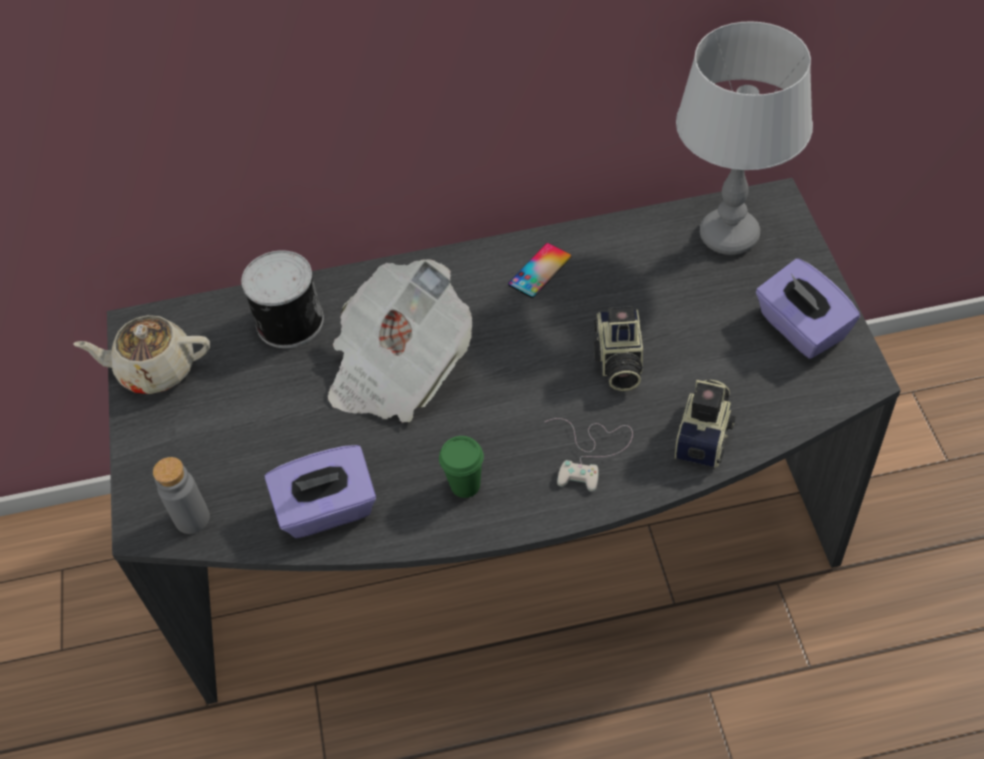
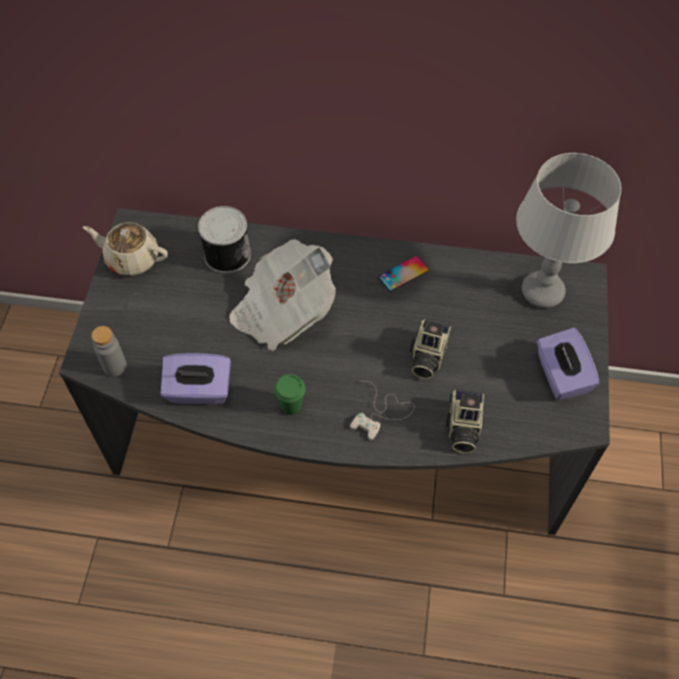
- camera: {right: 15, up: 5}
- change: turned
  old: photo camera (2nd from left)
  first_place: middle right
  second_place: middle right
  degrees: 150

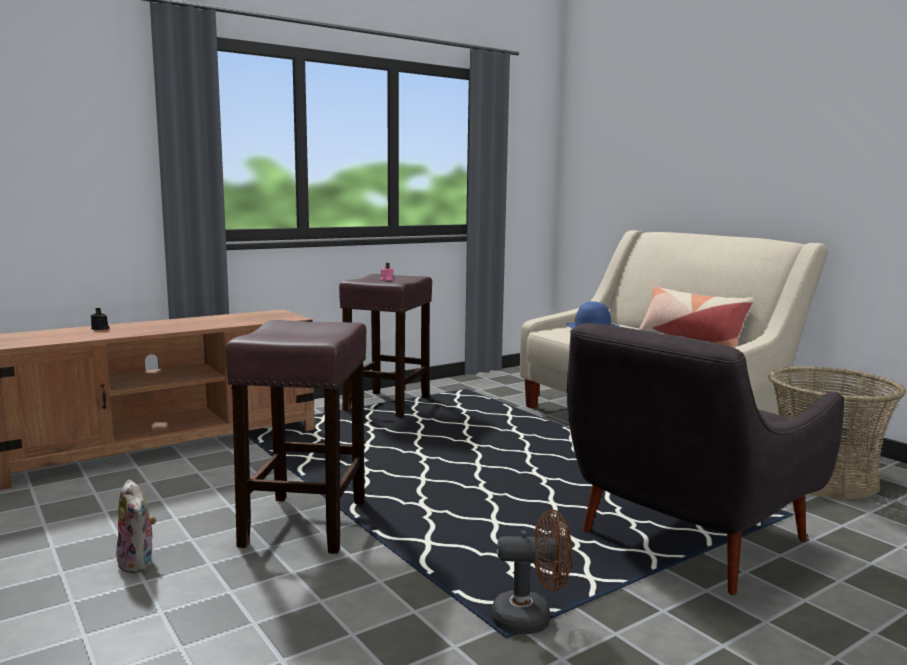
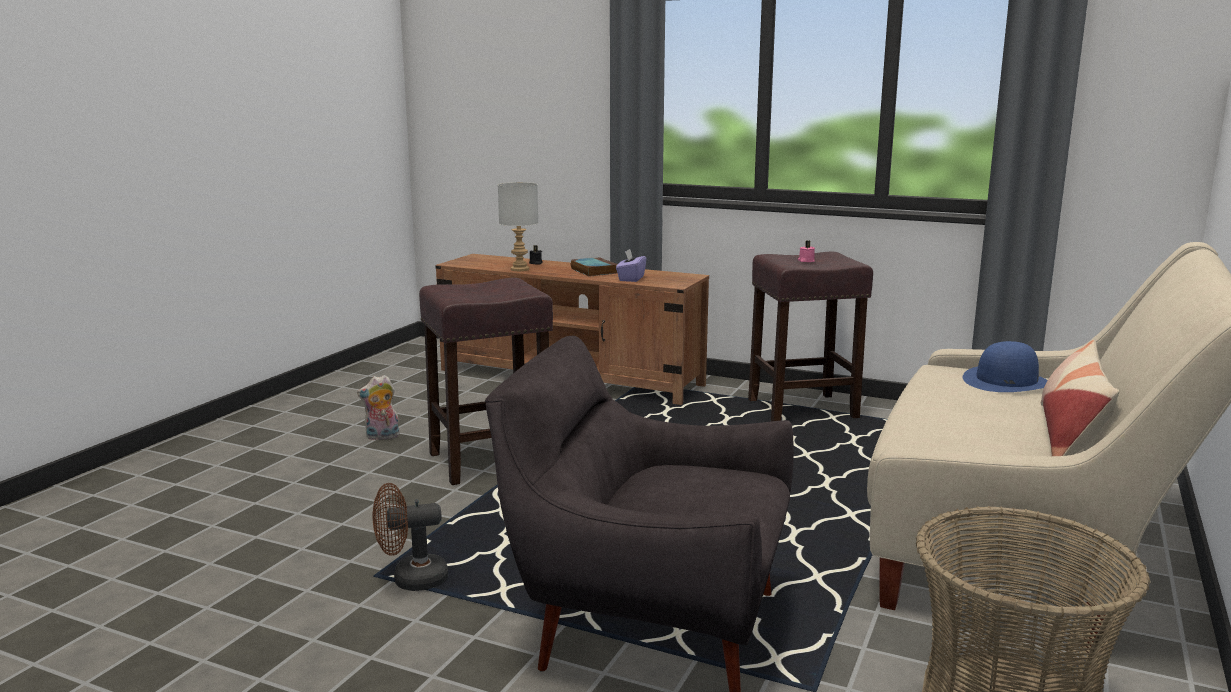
- camera: {right: 60, up: 5}
- change: turned
  old: plush toy
  first_place: bottom left
  second_place: middle left
  degrees: 45
- change: turned
  old: fan/brown
  first_place: bottom centre
  second_place: bottom left
  degrees: 105
- change: added
  new: table lamp/grey
  second_place: top centre
- change: added
  new: tissue box/purple
  second_place: centre
- change: added
  new: book
  second_place: centre

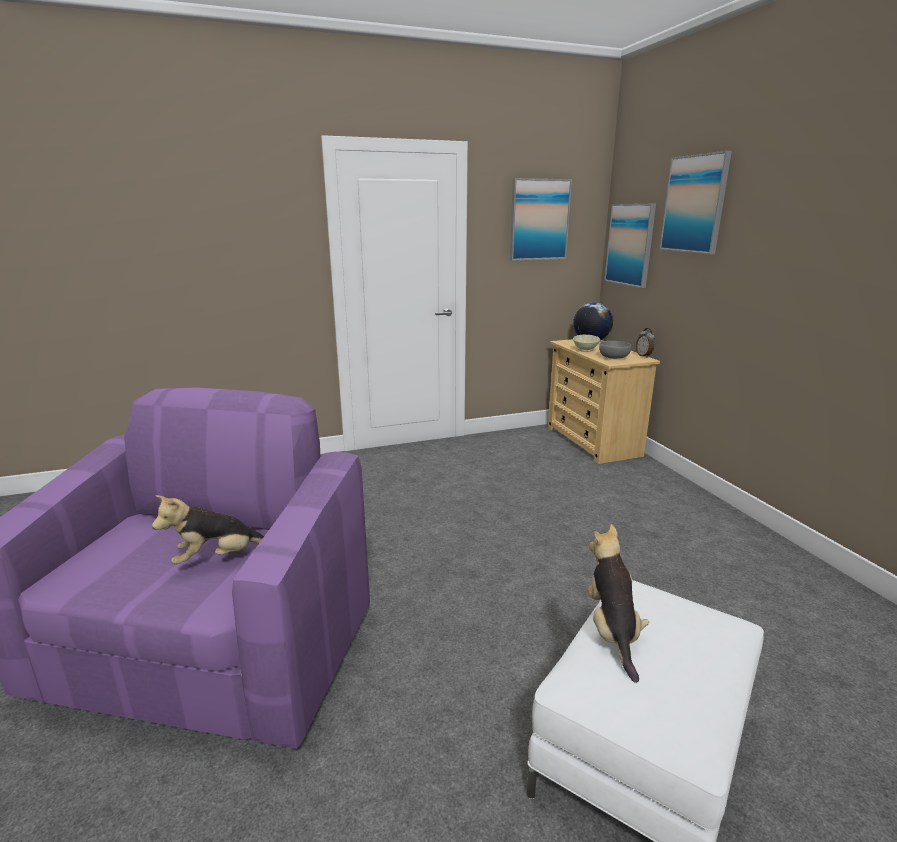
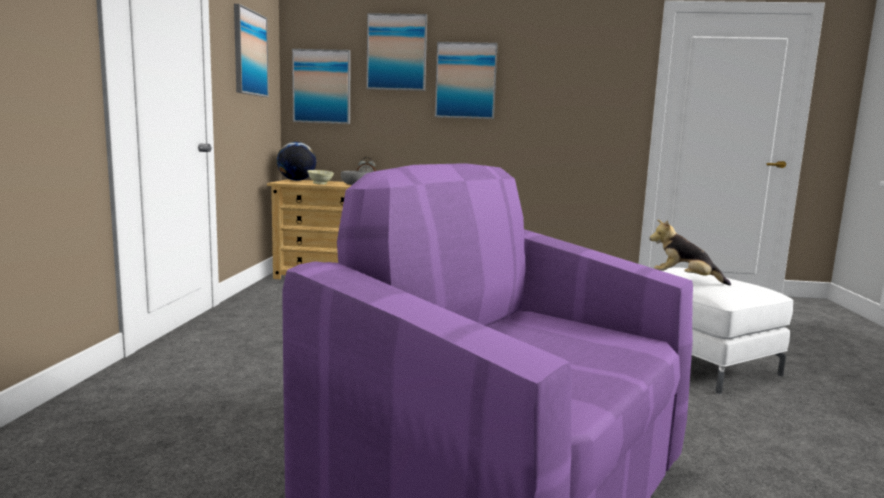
- camera: {right: -65, up: -10}
- change: removed
  old: plush toy (1st from left)
  first_place: middle left
- change: added
  new: picture (4th from left)
  second_place: top centre

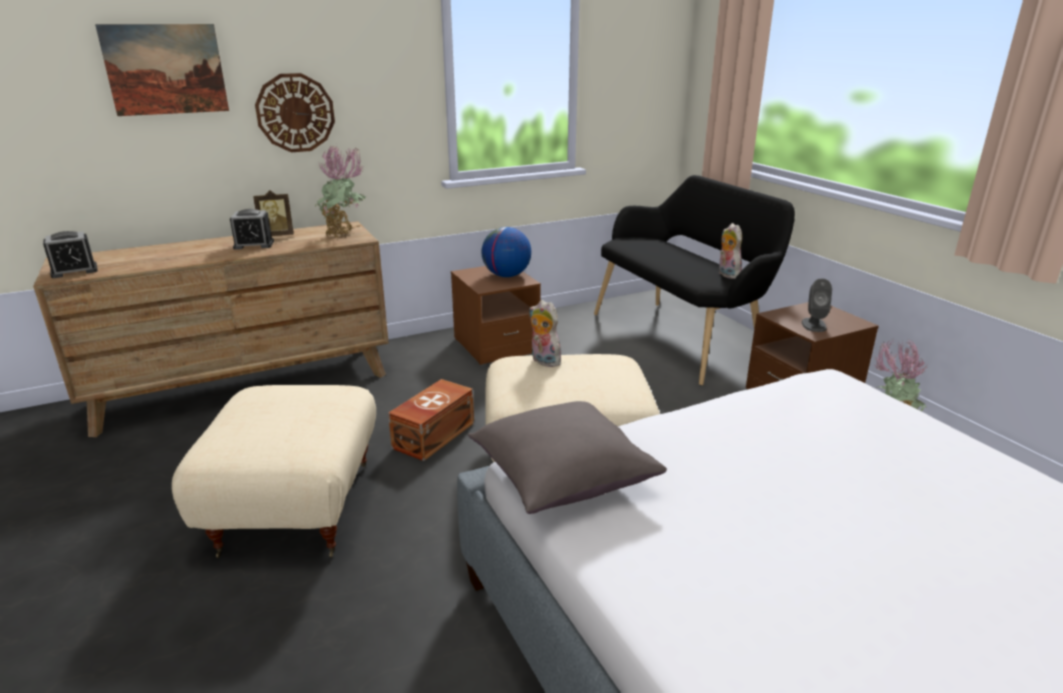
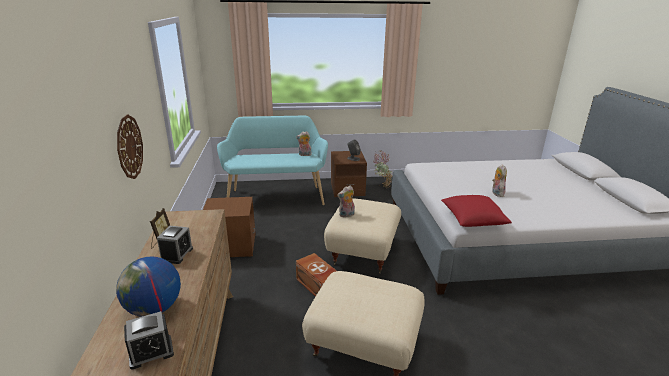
- camera: {right: -70, up: 0}
- change: removed
  old: picture
  first_place: top left
- change: removed
  old: potted plant (1st from left)
  first_place: top left
- change: recoloured
  old: bench/black
  new: bench/turquoise
  first_place: centre
  second_place: centre
- change: moved
  old: globe
  first_place: centre
  second_place: bottom left
- change: turned
  old: alarm clock (1st from left)
  first_place: middle left
  second_place: bottom left
  degrees: 75
- change: recoloured
  old: pillow/grey
  new: pillow/red
  first_place: centre
  second_place: middle right
- change: added
  new: plush toy (3rd from left)
  second_place: middle right

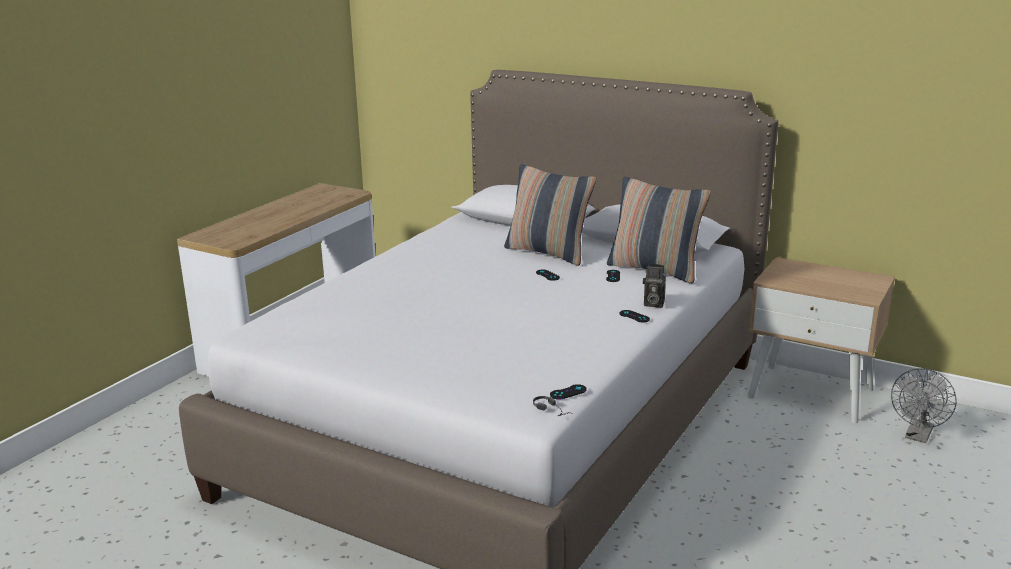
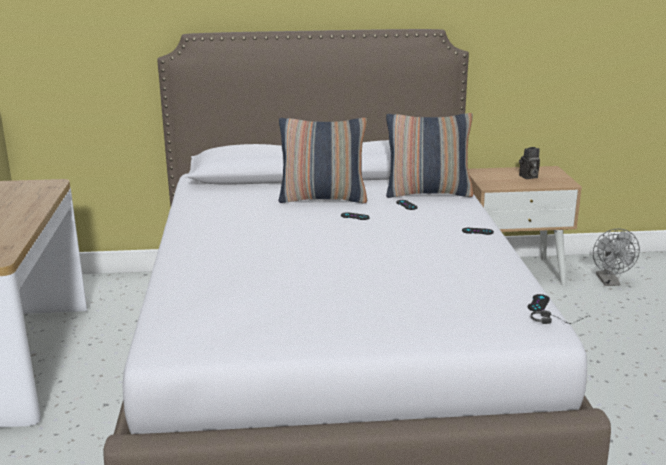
- camera: {right: -35, up: 0}
- change: moved
  old: photo camera
  first_place: centre
  second_place: middle right

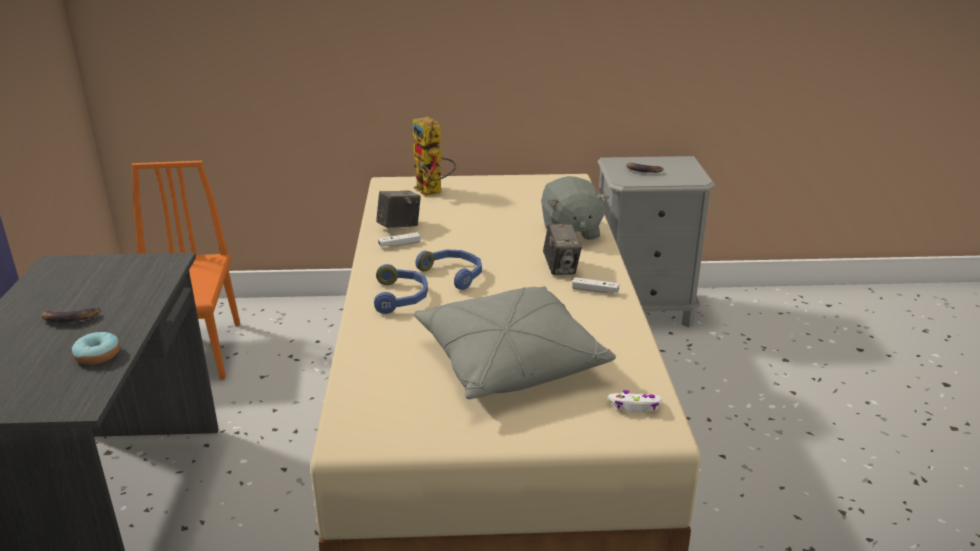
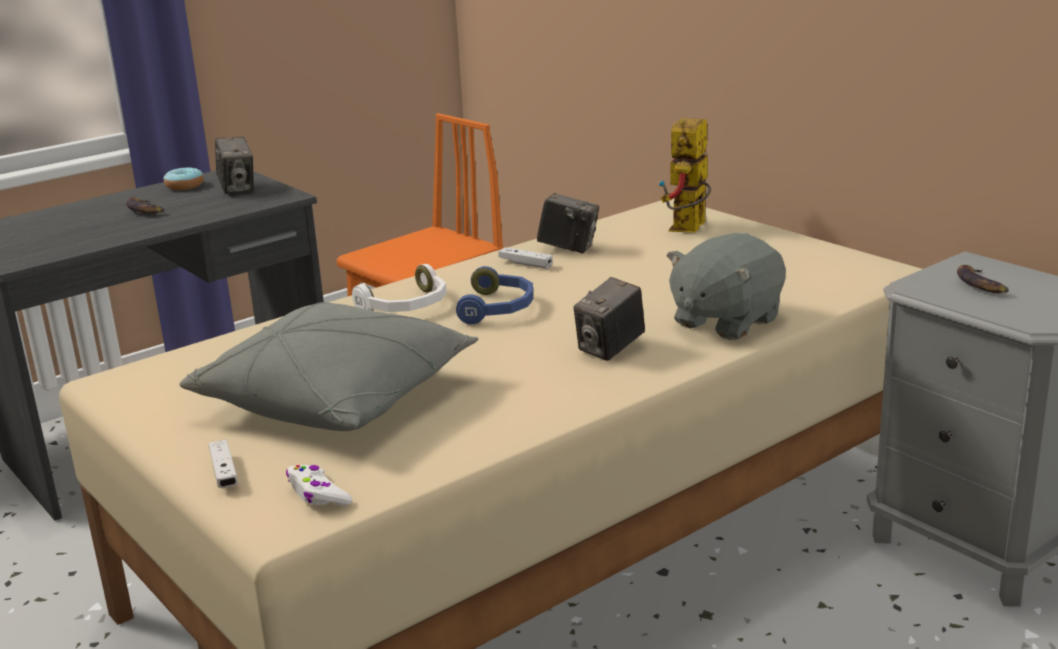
- camera: {right: 55, up: -5}
- change: recoloured
  old: headphones/blue (1st from left)
  new: headphones/white
  first_place: centre
  second_place: centre
- change: moved
  old: game controller/white (2nd from left in the first image)
  new: game controller/white (1st from left)
  first_place: centre
  second_place: bottom left
- change: moved
  old: donut
  first_place: middle left
  second_place: top left
- change: added
  new: photo camera (1st from left)
  second_place: top left

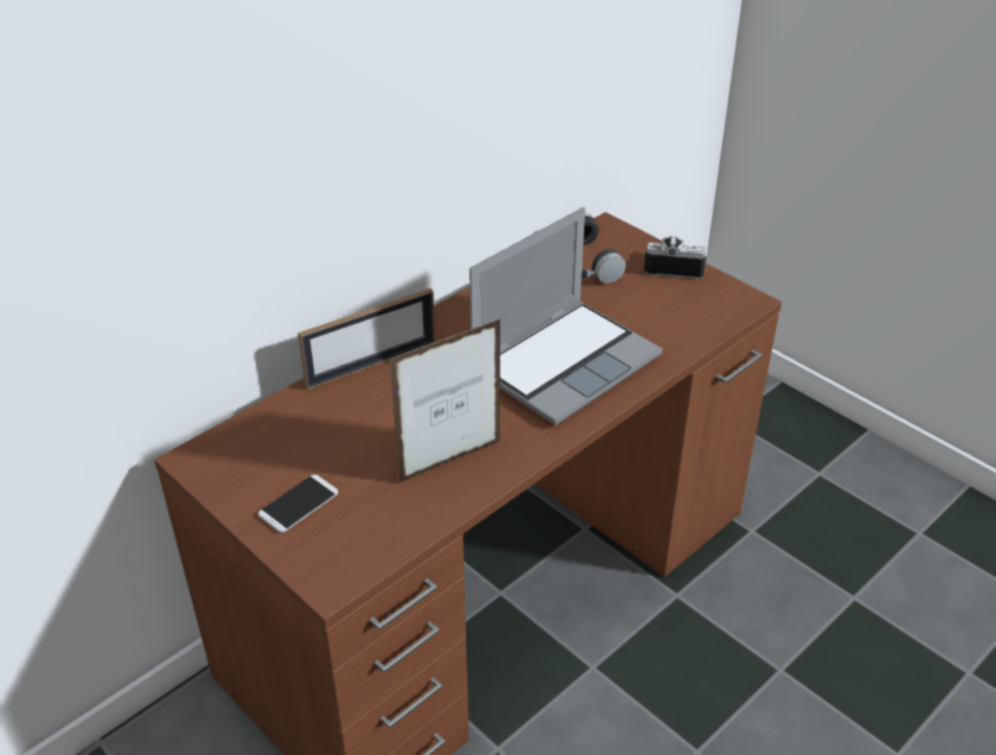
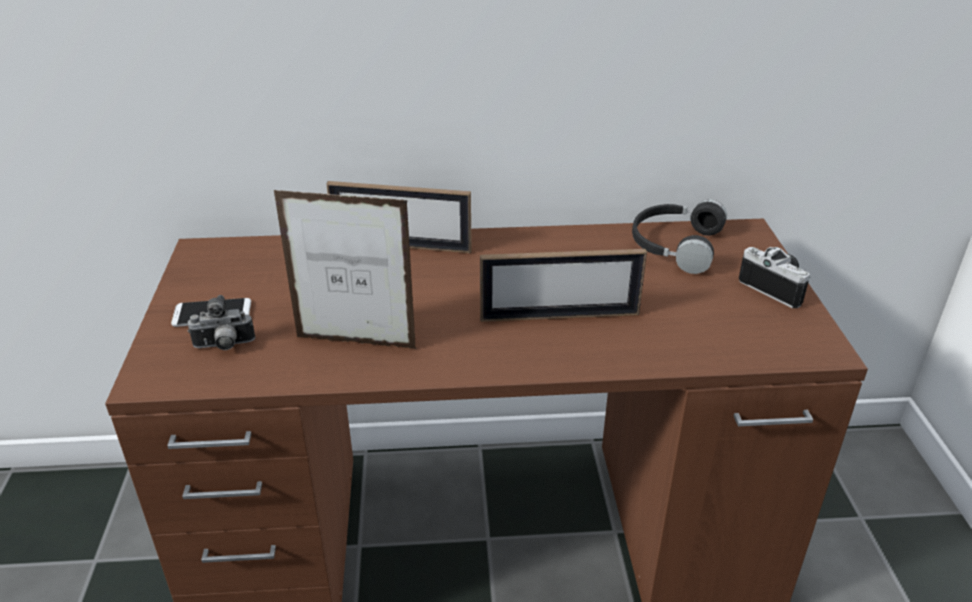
- camera: {right: 40, up: -5}
- change: replaced
  old: laptop
  new: picture frame (3rd from left)
  first_place: centre
  second_place: centre
- change: added
  new: photo camera (1st from left)
  second_place: middle left

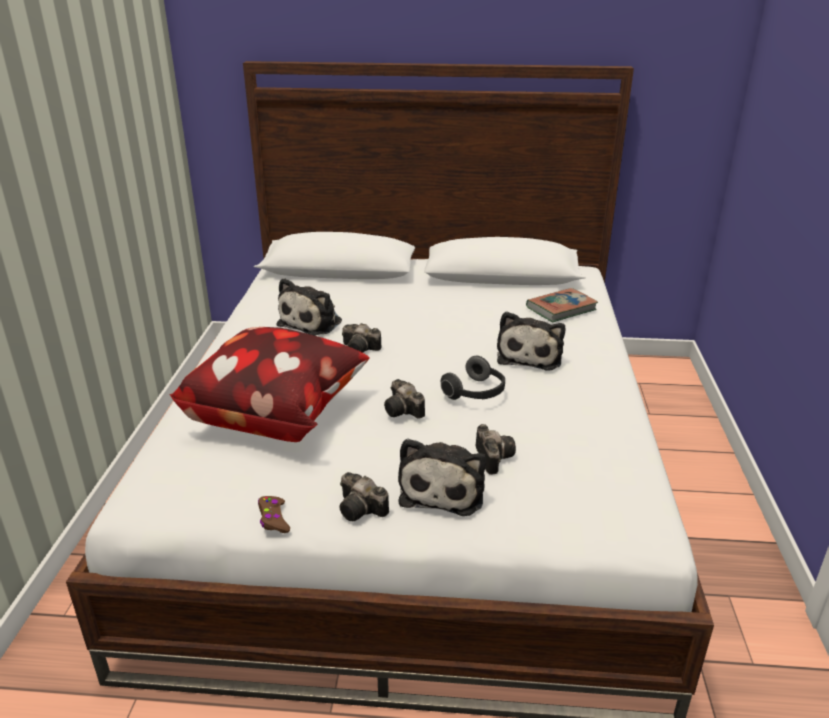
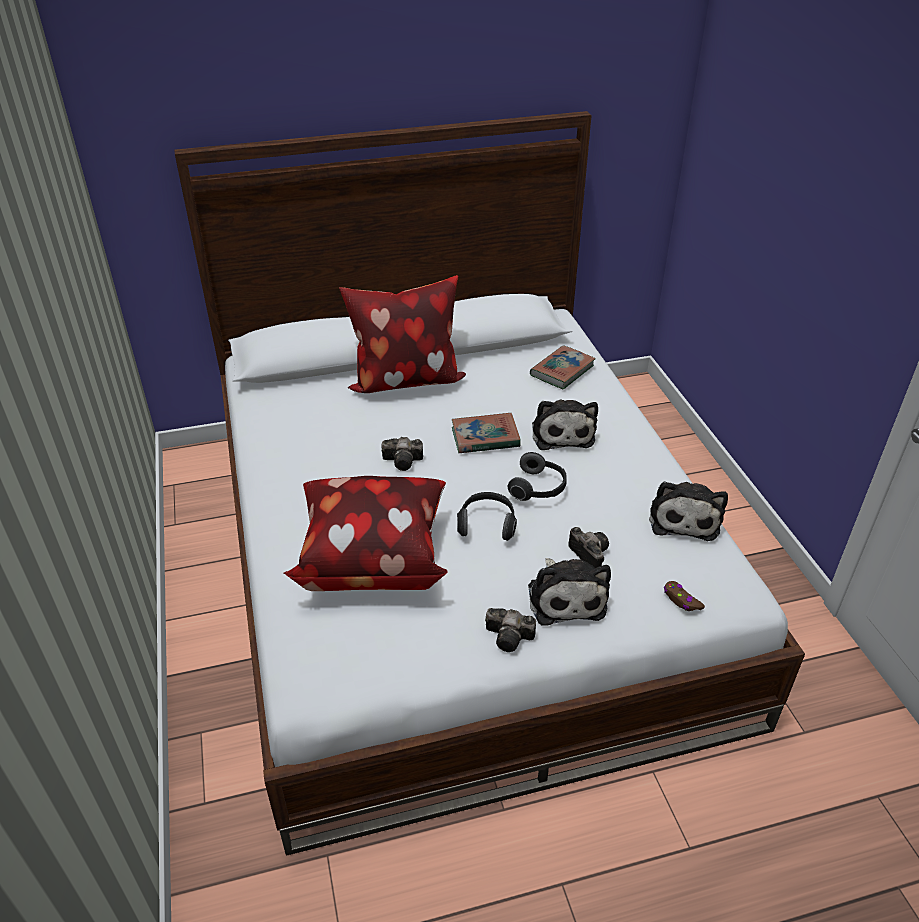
- camera: {right: -20, up: 10}
- change: moved
  old: plush toy (1st from left in the first image)
  new: plush toy (3rd from left)
  first_place: centre
  second_place: middle right
- change: replaced
  old: photo camera (3rd from left)
  new: headphones (1st from left)
  first_place: centre
  second_place: centre
- change: moved
  old: game controller/brown
  first_place: bottom left
  second_place: middle right
- change: added
  new: pillow (2nd from left)
  second_place: centre
- change: added
  new: book (1st from left)
  second_place: centre

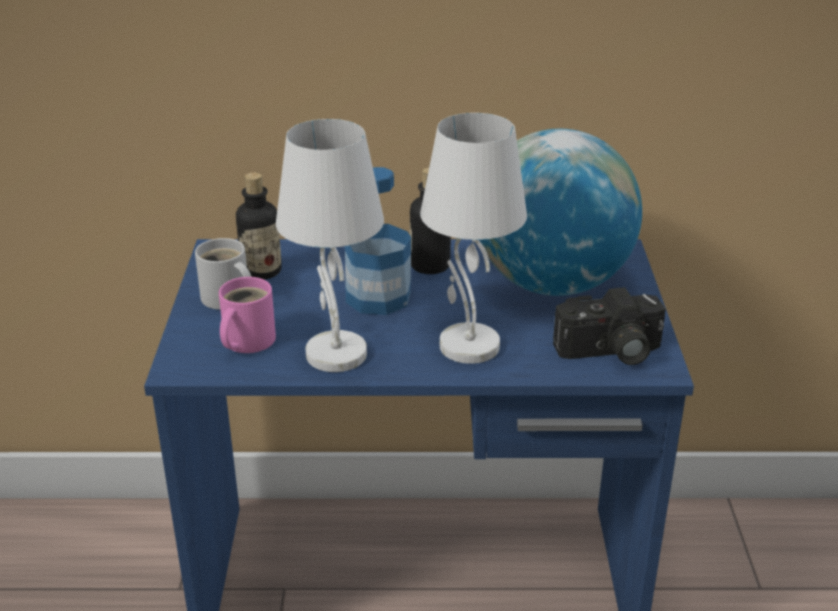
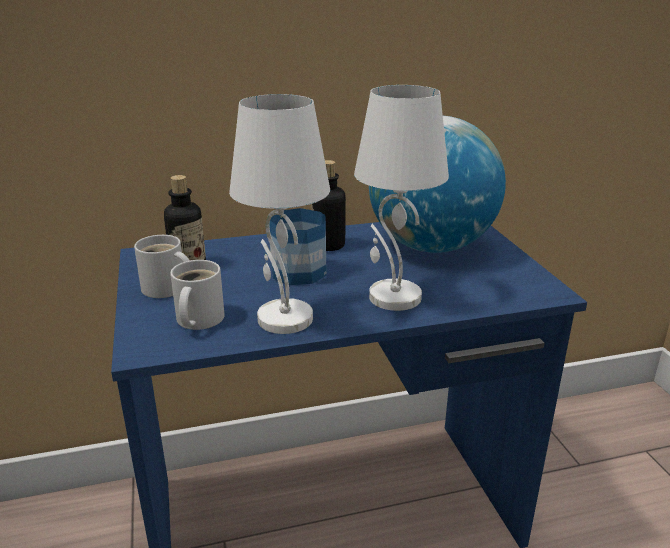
- camera: {right: -15, up: -5}
- change: recoloured
  old: mug/pink
  new: mug/white (2nd from left)
  first_place: middle left
  second_place: middle left
- change: removed
  old: photo camera
  first_place: middle right

